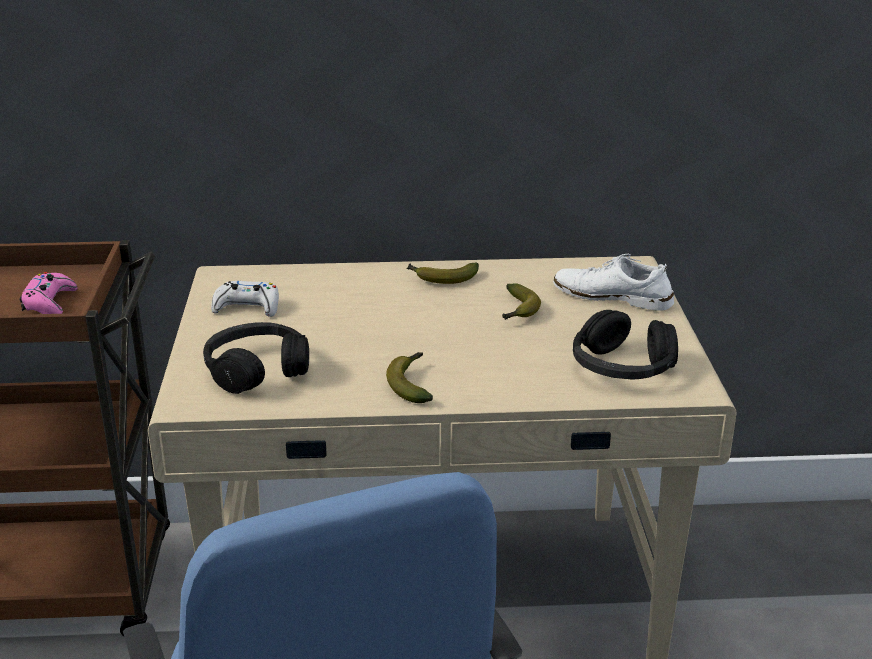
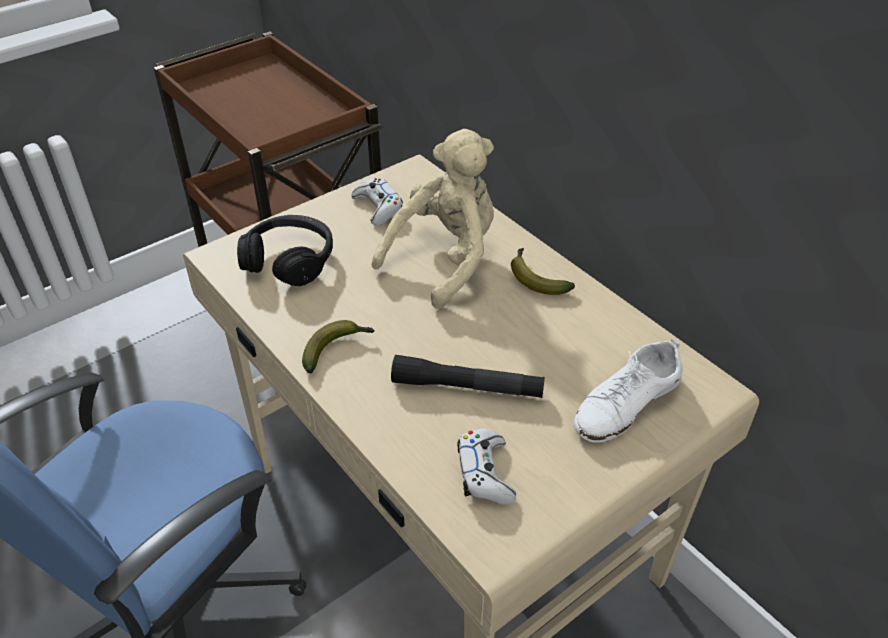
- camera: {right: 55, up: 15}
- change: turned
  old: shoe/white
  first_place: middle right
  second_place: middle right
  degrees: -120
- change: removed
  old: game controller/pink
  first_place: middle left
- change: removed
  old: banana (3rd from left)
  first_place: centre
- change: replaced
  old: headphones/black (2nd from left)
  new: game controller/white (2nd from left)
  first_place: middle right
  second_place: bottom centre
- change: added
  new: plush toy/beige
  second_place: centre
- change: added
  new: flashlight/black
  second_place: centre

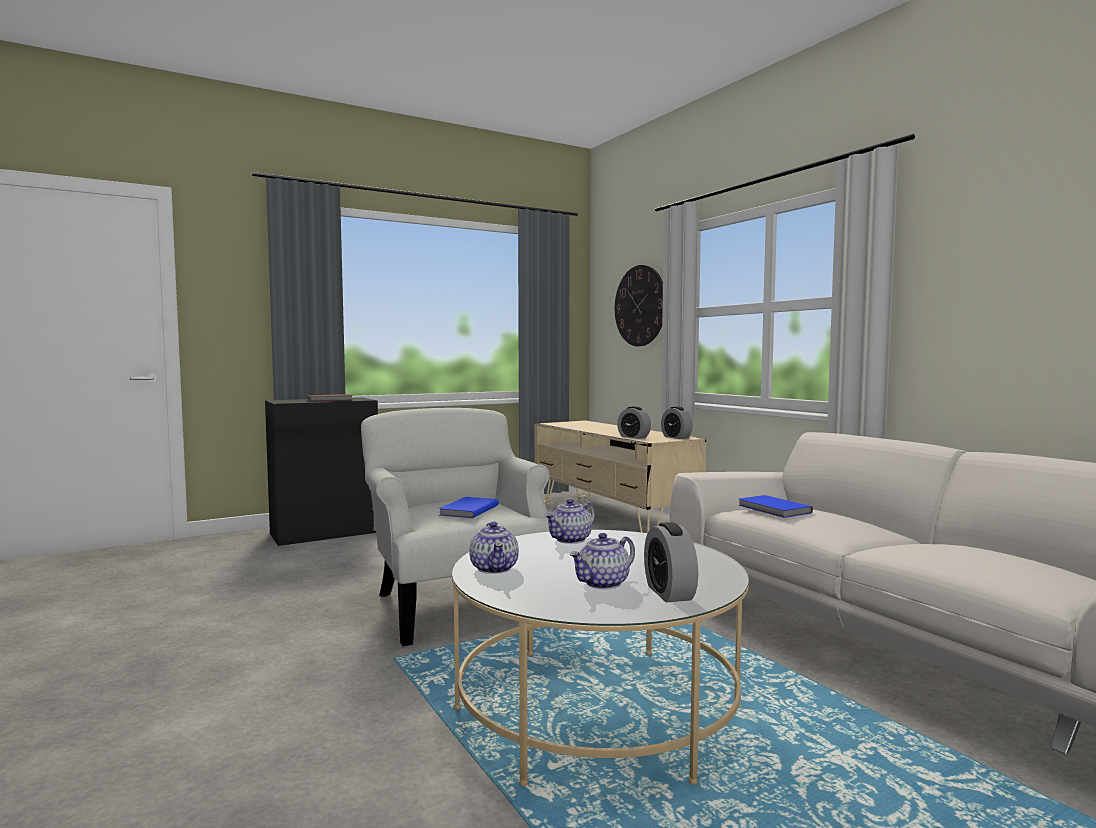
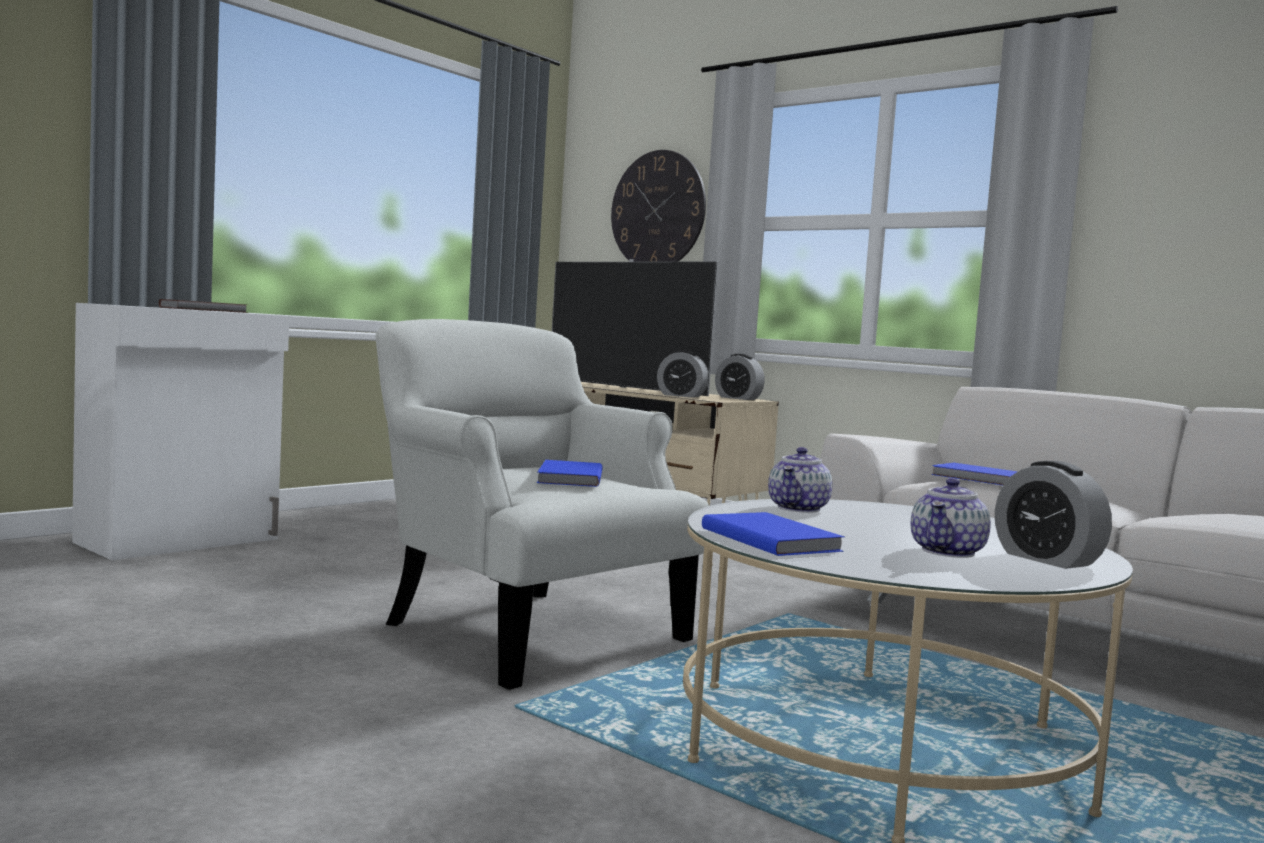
- camera: {right: -20, up: 0}
- change: recoloured
  old: cabinet/black
  new: cabinet/white
  first_place: middle left
  second_place: middle left
- change: replaced
  old: teapot (1st from left)
  new: book/blue (2nd from left)
  first_place: centre
  second_place: centre
- change: added
  new: television
  second_place: centre

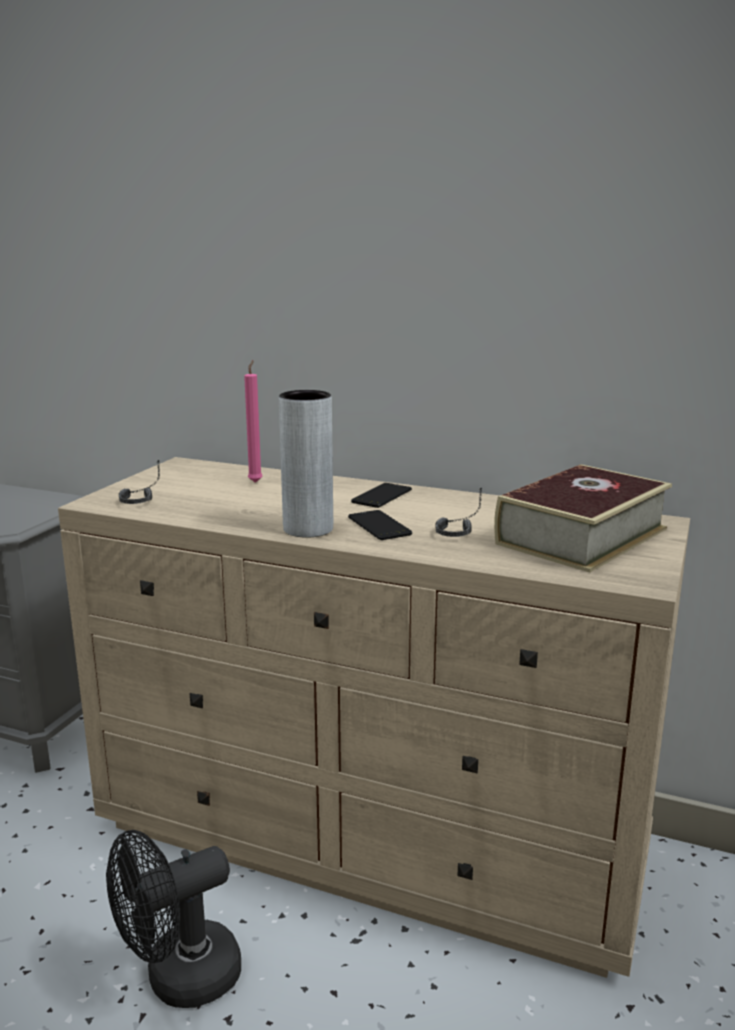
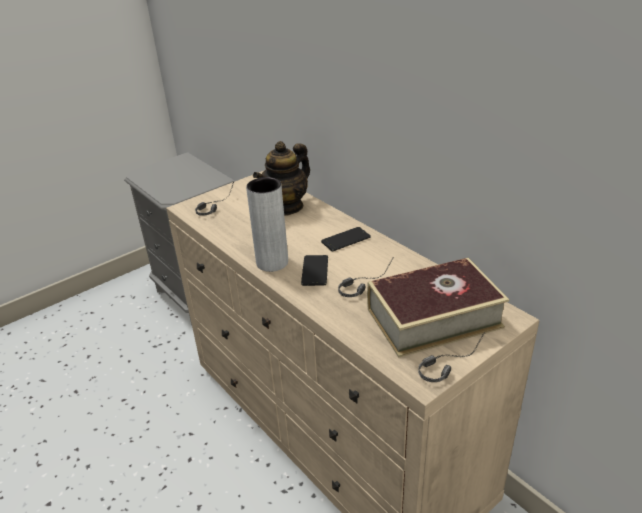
- camera: {right: 30, up: 15}
- change: replaced
  old: candle/pink
  new: teapot
  first_place: centre
  second_place: centre
- change: removed
  old: fan/black
  first_place: bottom left
- change: added
  new: headphones (3rd from left)
  second_place: bottom right

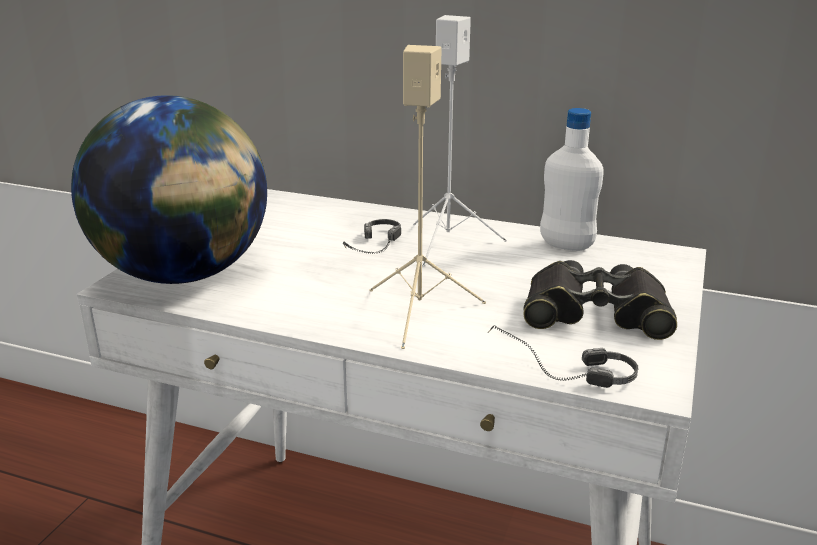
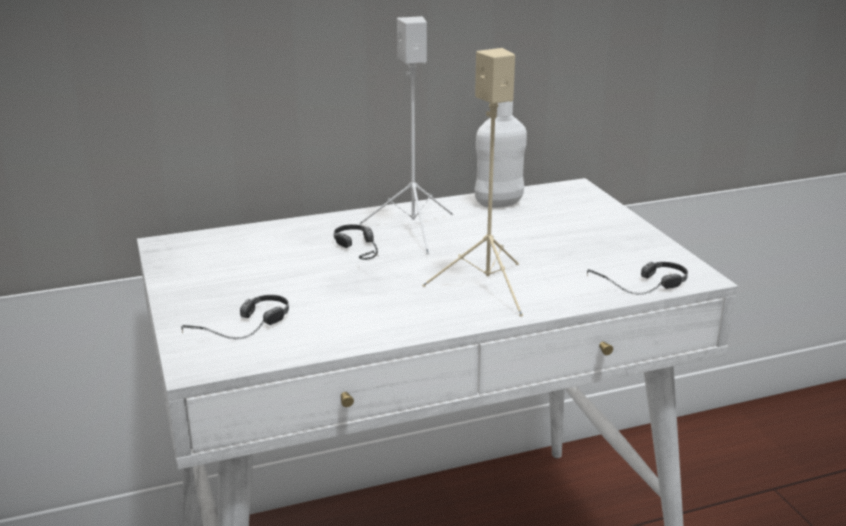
- camera: {right: -40, up: 0}
- change: replaced
  old: globe
  new: headphones (1st from left)
  first_place: middle left
  second_place: middle left
- change: removed
  old: binoculars/black
  first_place: middle right

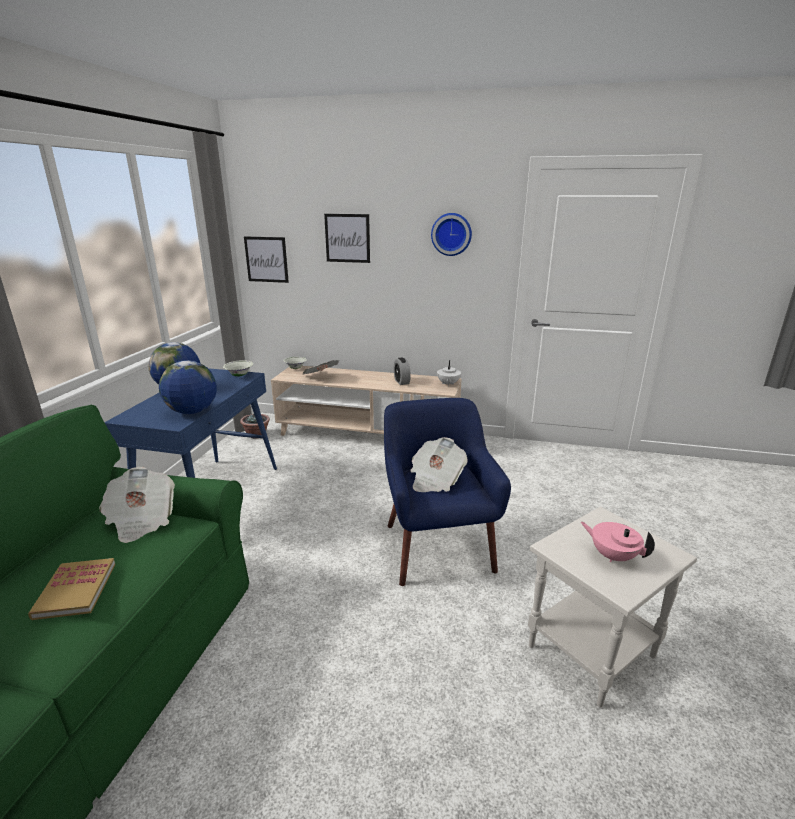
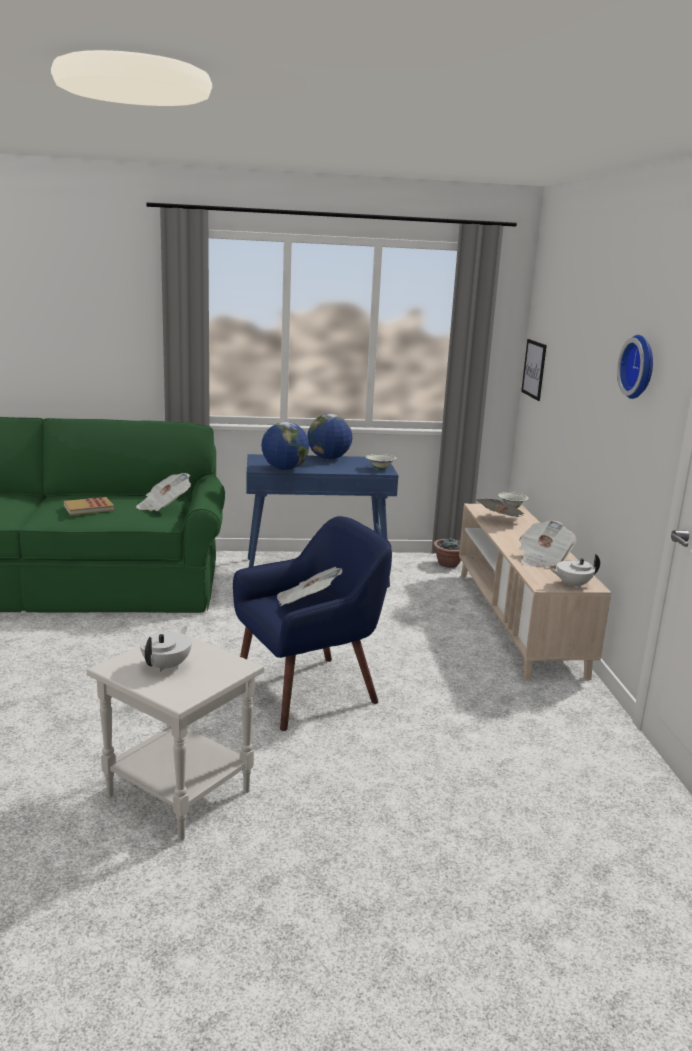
- camera: {right: 70, up: -5}
- change: removed
  old: picture (2nd from left)
  first_place: top centre
- change: replaced
  old: alarm clock
  new: newspaper (4th from left)
  first_place: centre
  second_place: middle right
- change: recoloured
  old: teapot/pink
  new: teapot/white (1st from left)
  first_place: middle right
  second_place: middle left

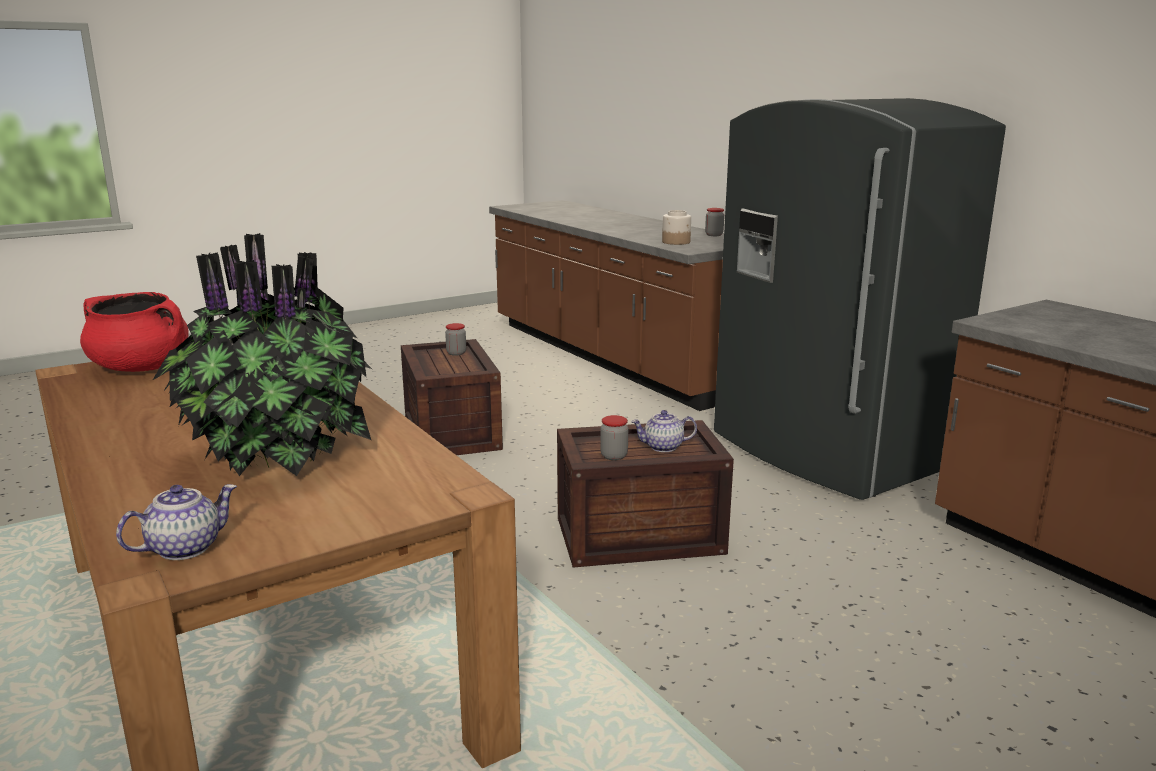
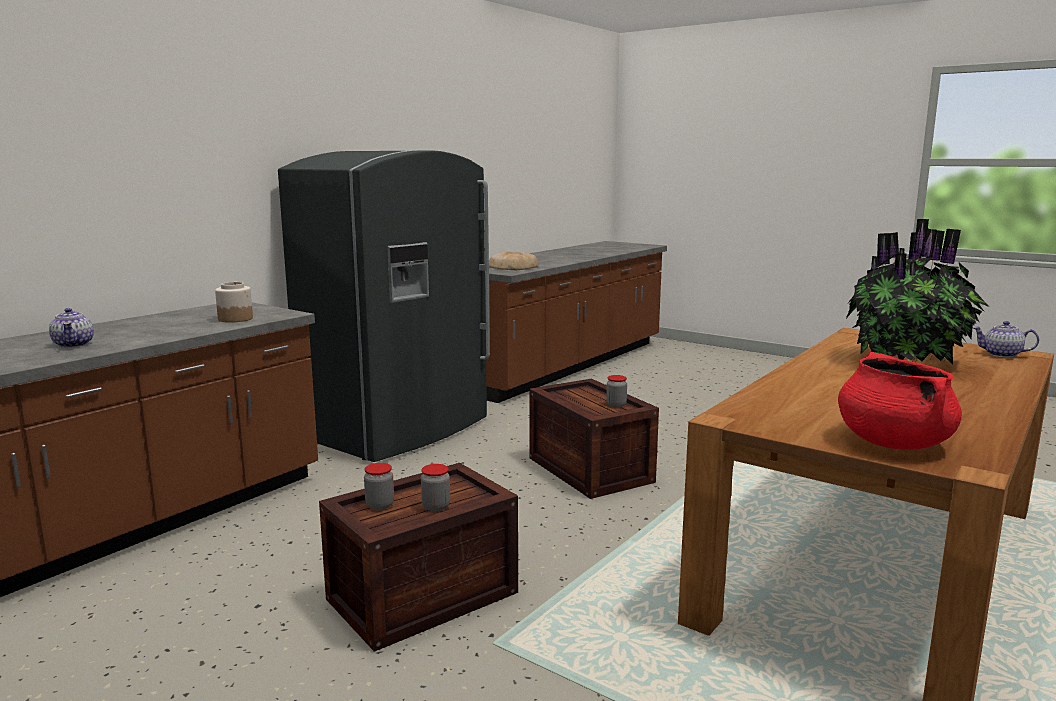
- camera: {right: -110, up: -5}
- change: moved
  old: jar (4th from left in the first image)
  new: jar (3rd from left)
  first_place: top centre
  second_place: bottom centre
- change: moved
  old: teapot (2nd from left in the first image)
  new: teapot (1st from left)
  first_place: centre
  second_place: middle left
- change: added
  new: bread
  second_place: centre

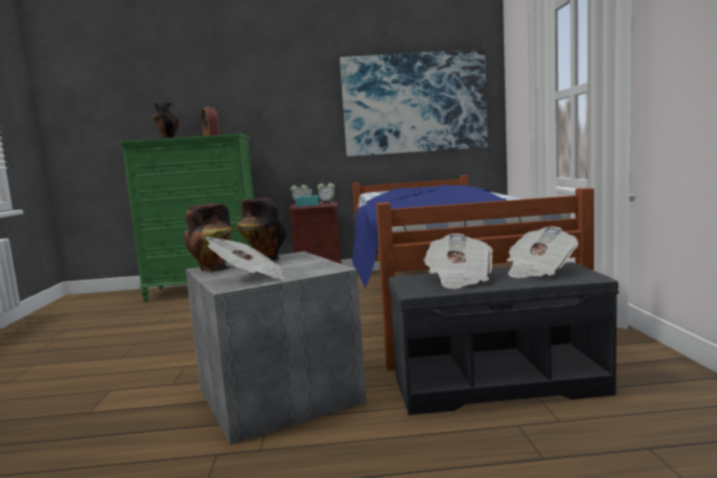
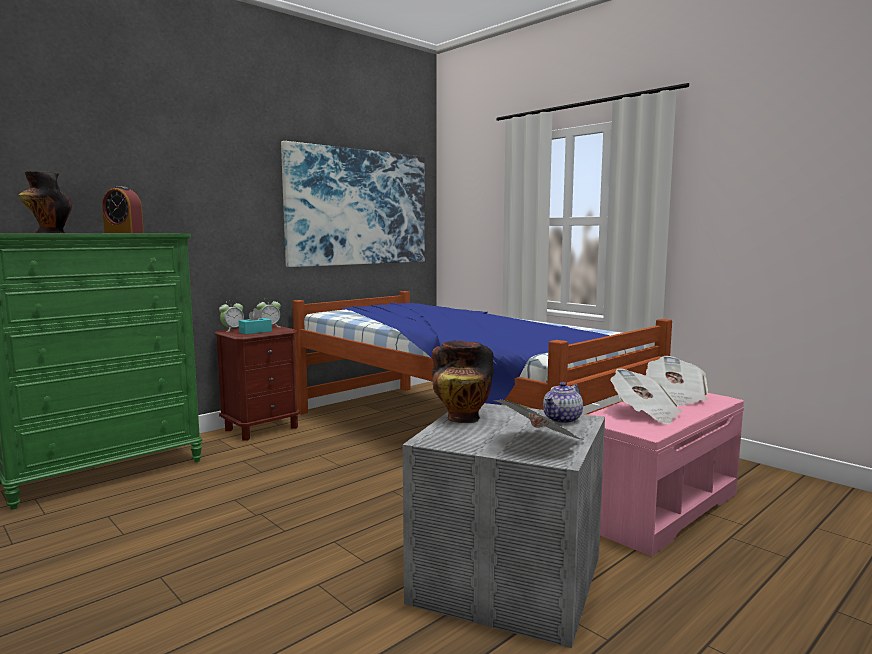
- camera: {right: -40, up: 0}
- change: removed
  old: vase (2nd from left)
  first_place: middle left
- change: recoloured
  old: bench/grey
  new: bench/pink
  first_place: bottom right
  second_place: bottom right
- change: added
  new: teapot
  second_place: centre

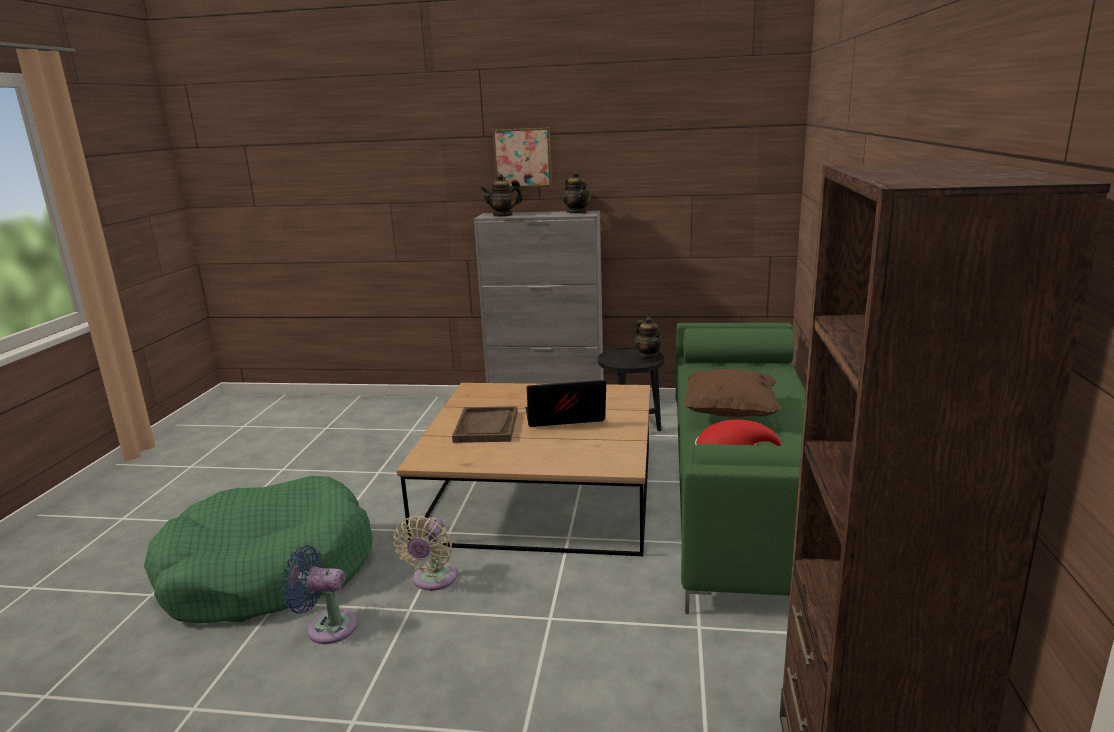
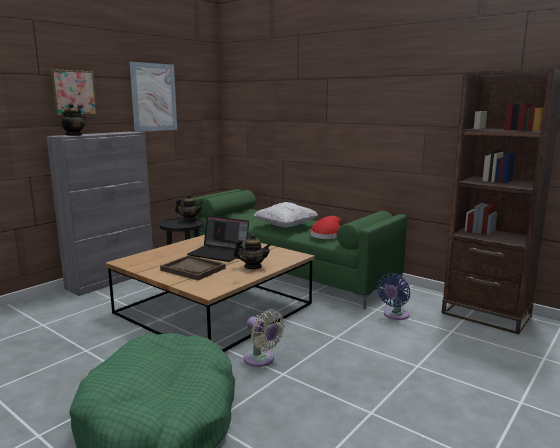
- camera: {right: -60, up: -5}
- change: moved
  old: teapot (2nd from left in the first image)
  new: teapot (3rd from left)
  first_place: top centre
  second_place: centre
- change: recoloured
  old: pillow/brown
  new: pillow/white
  first_place: centre
  second_place: centre
- change: turned
  old: laptop
  first_place: centre
  second_place: centre
  degrees: -90
- change: moved
  old: fan/blue
  first_place: bottom left
  second_place: middle right
- change: added
  new: picture (2nd from left)
  second_place: top left

